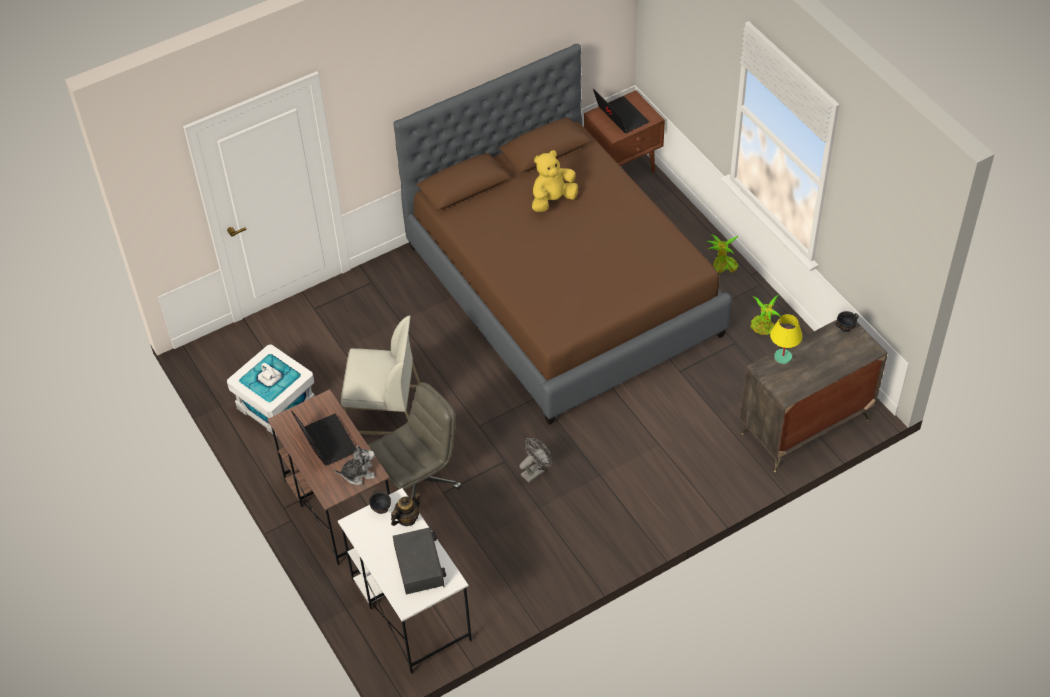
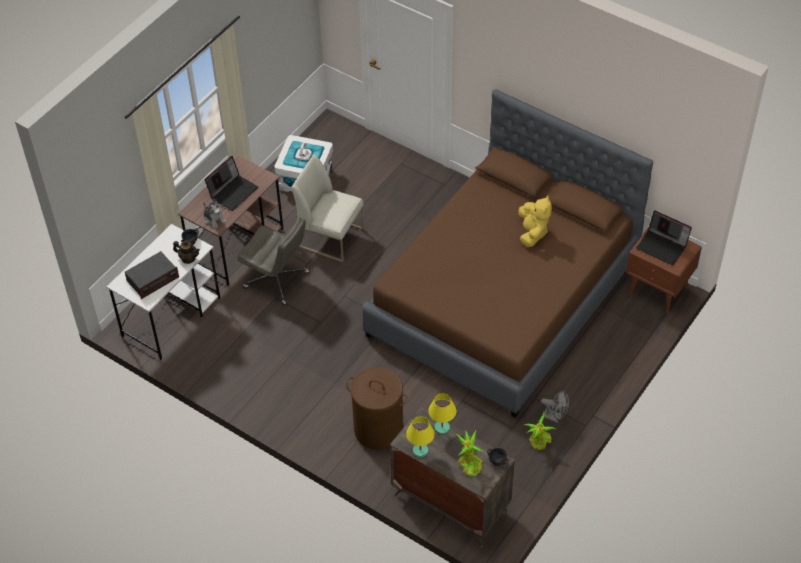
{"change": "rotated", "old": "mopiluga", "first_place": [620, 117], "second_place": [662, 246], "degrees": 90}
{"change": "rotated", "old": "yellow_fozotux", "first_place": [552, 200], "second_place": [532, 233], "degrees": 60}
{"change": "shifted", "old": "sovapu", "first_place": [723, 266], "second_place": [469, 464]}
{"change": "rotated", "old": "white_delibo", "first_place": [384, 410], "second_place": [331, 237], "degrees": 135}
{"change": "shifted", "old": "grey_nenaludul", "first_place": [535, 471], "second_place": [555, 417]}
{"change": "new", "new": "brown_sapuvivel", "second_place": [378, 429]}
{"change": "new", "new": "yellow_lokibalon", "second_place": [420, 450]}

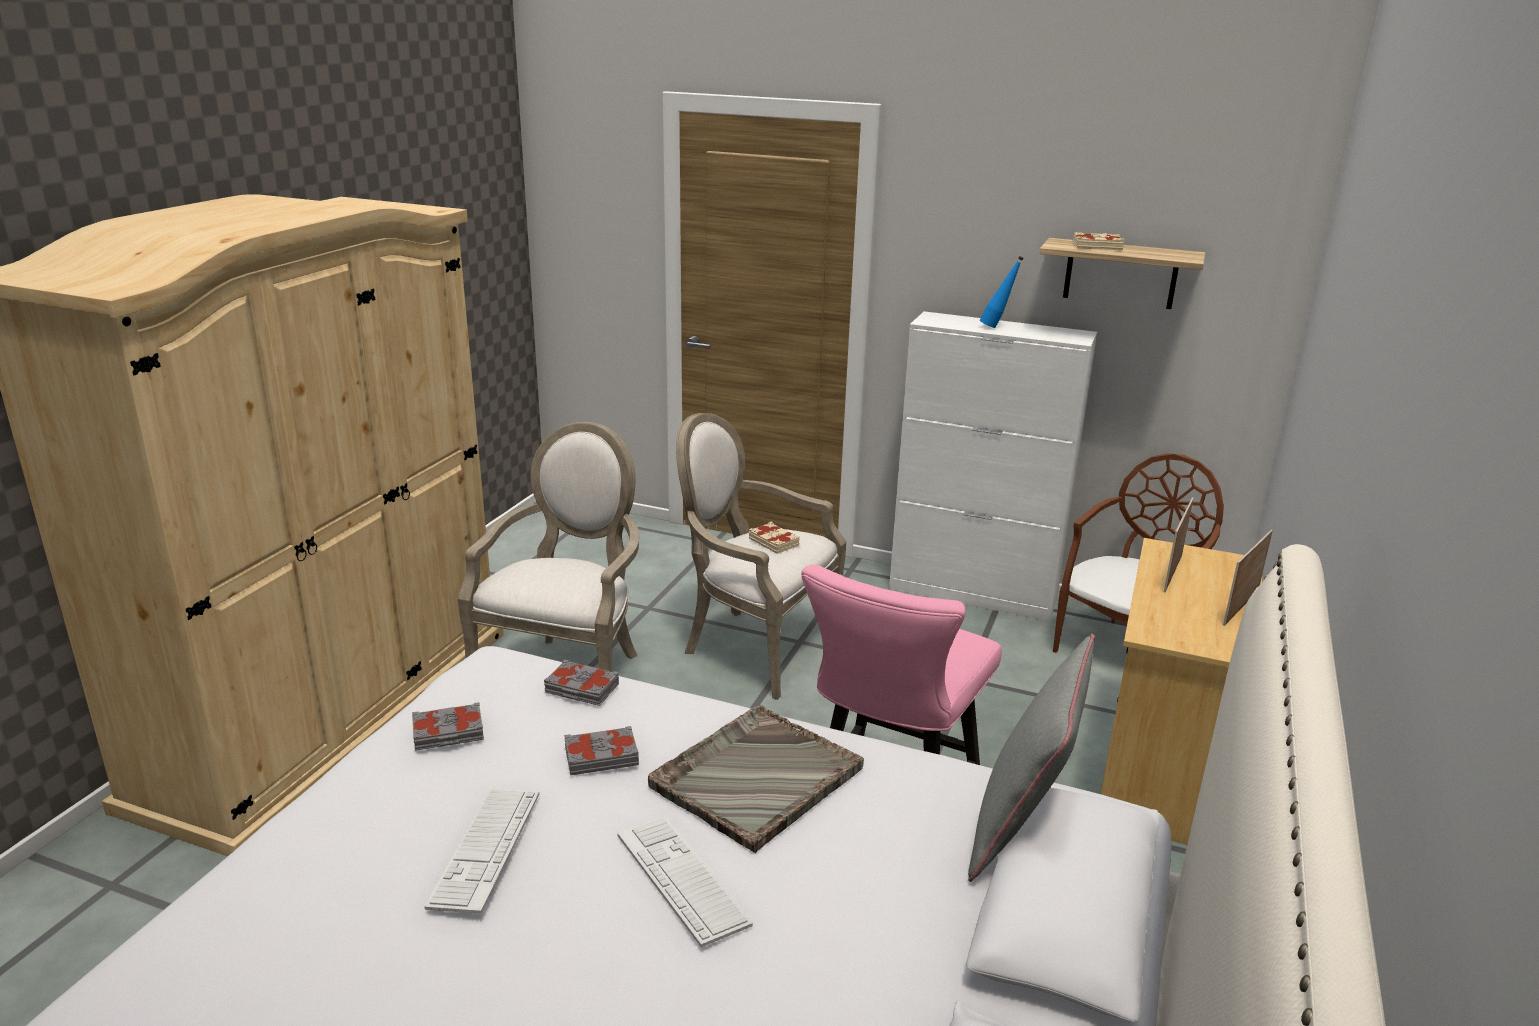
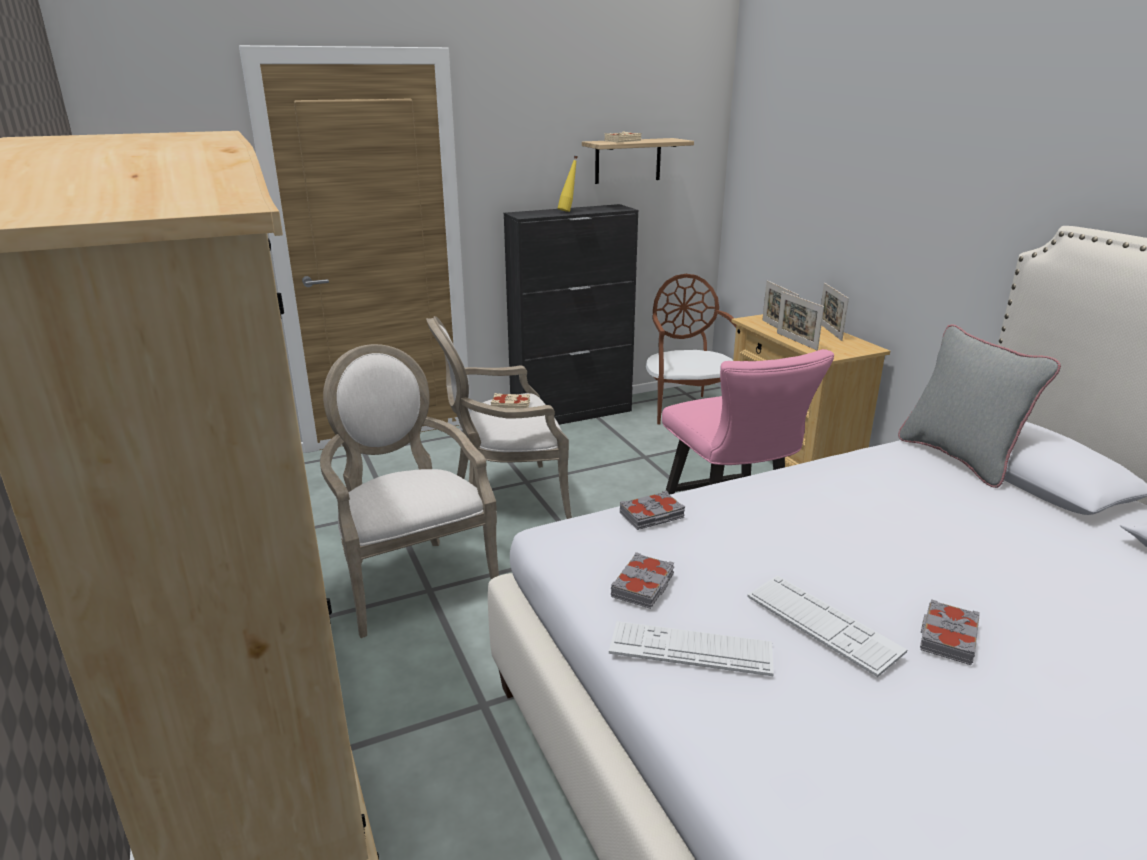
{"change": "repainted", "old": "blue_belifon", "new": "yellow_belifon", "first_place": [997, 327], "second_place": [568, 211]}
{"change": "repainted", "old": "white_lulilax", "new": "black_lulilax", "first_place": [973, 594], "second_place": [572, 414]}
{"change": "gone", "old": "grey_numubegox", "first_place": [755, 778]}
{"change": "shifted", "old": "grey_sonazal", "first_place": [601, 756], "second_place": [947, 637]}
{"change": "shifted", "old": "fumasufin", "first_place": [681, 880], "second_place": [691, 649]}
{"change": "new", "new": "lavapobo", "second_place": [796, 341]}

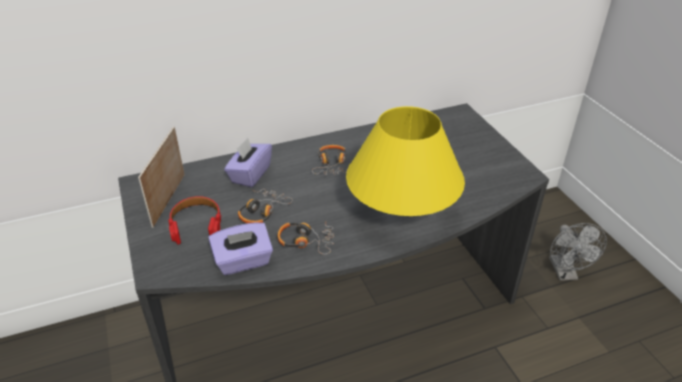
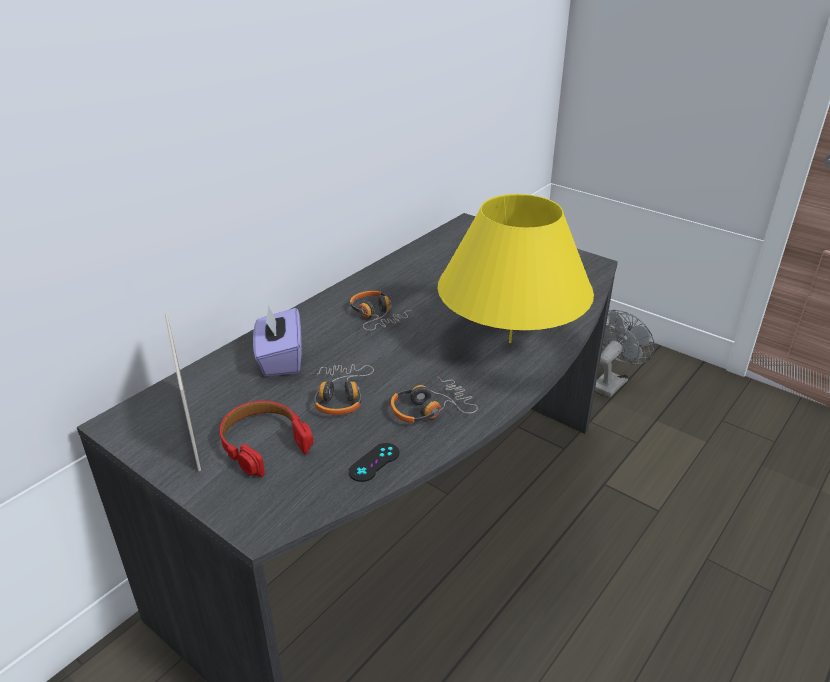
{"change": "swapped", "old": "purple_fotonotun", "new": "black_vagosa", "first_place": [243, 261], "second_place": [374, 462]}
{"change": "rotated", "old": "grey_nenaludul", "first_place": [565, 273], "second_place": [611, 382], "degrees": -105}

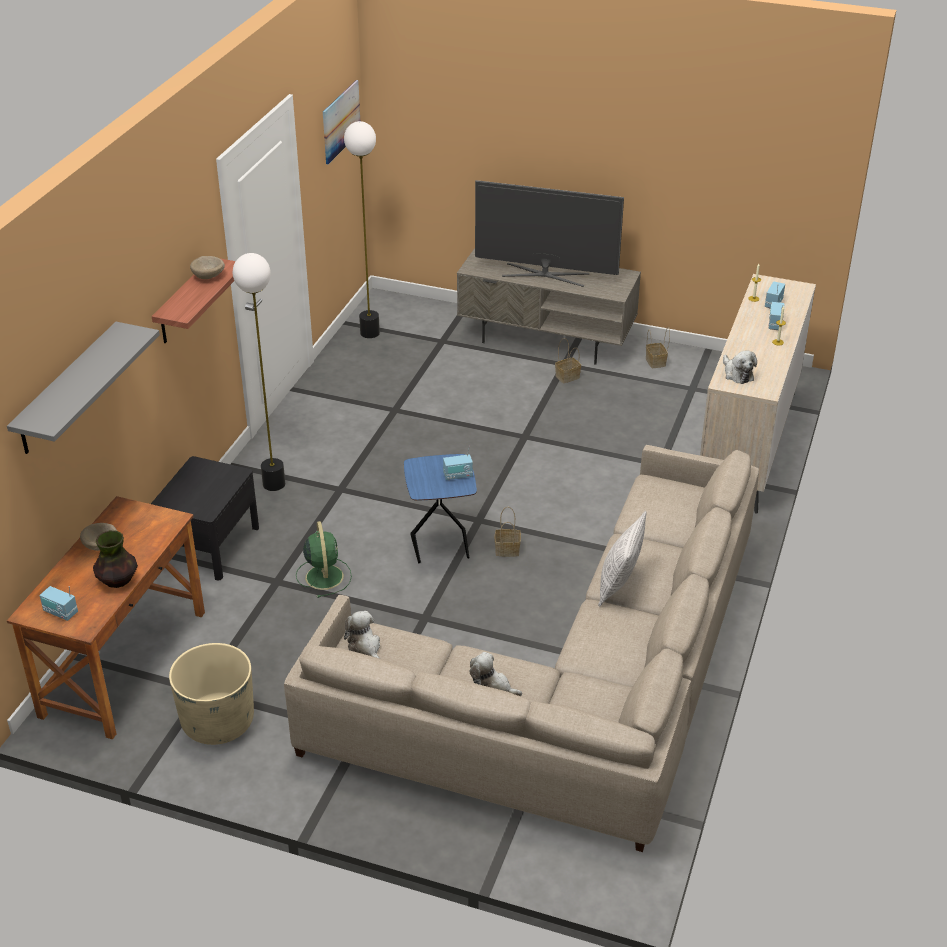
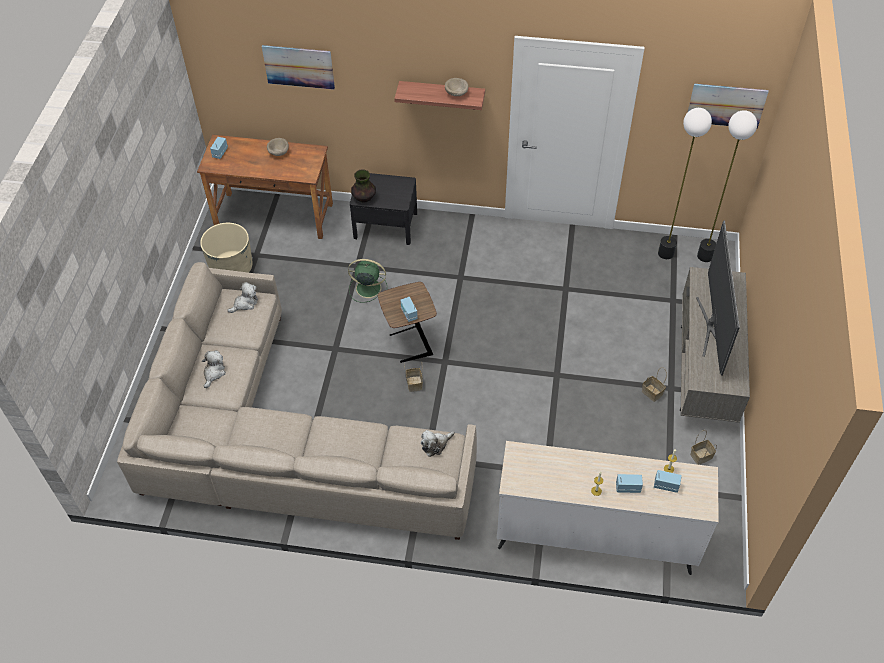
{"change": "shifted", "old": "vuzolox", "first_place": [274, 483], "second_place": [705, 256]}
{"change": "swapped", "old": "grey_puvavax", "new": "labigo", "first_place": [67, 389], "second_place": [298, 67]}
{"change": "shifted", "old": "fozotux", "first_place": [737, 374], "second_place": [436, 445]}
{"change": "repainted", "old": "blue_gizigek", "new": "brown_gizigek", "first_place": [441, 547], "second_place": [409, 345]}
{"change": "gone", "old": "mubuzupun", "first_place": [619, 585]}
{"change": "rotated", "old": "green_nenaludul", "first_place": [324, 576], "second_place": [367, 288], "degrees": -150}
{"change": "shifted", "old": "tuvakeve", "first_place": [118, 581], "second_place": [364, 198]}

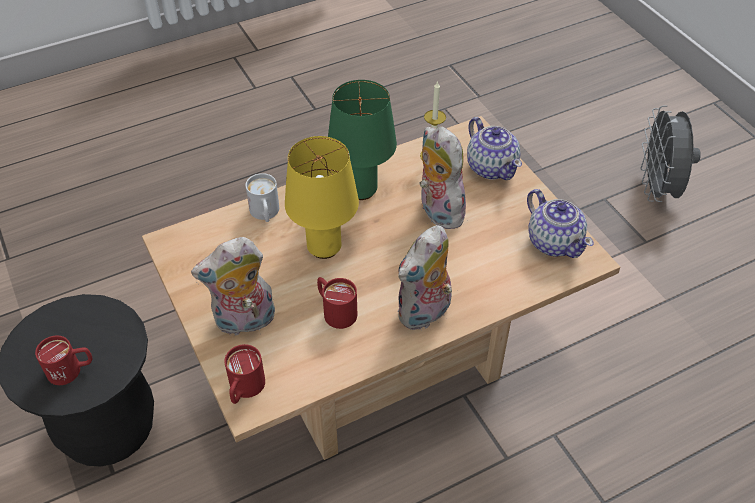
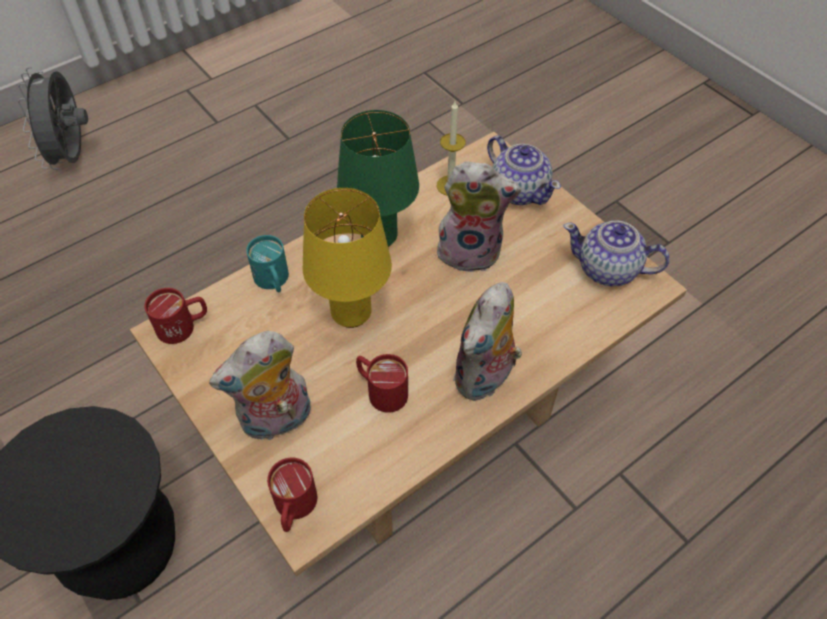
{"change": "shifted", "old": "grey_nenaludul", "first_place": [658, 190], "second_place": [73, 156]}
{"change": "rotated", "old": "fozotux", "first_place": [437, 211], "second_place": [471, 251], "degrees": 135}
{"change": "repainted", "old": "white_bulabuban", "new": "turquoise_bulabuban", "first_place": [265, 214], "second_place": [273, 281]}
{"change": "rotated", "old": "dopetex", "first_place": [554, 242], "second_place": [608, 270], "degrees": 150}
{"change": "shifted", "old": "red_bulabuban", "first_place": [71, 370], "second_place": [184, 326]}

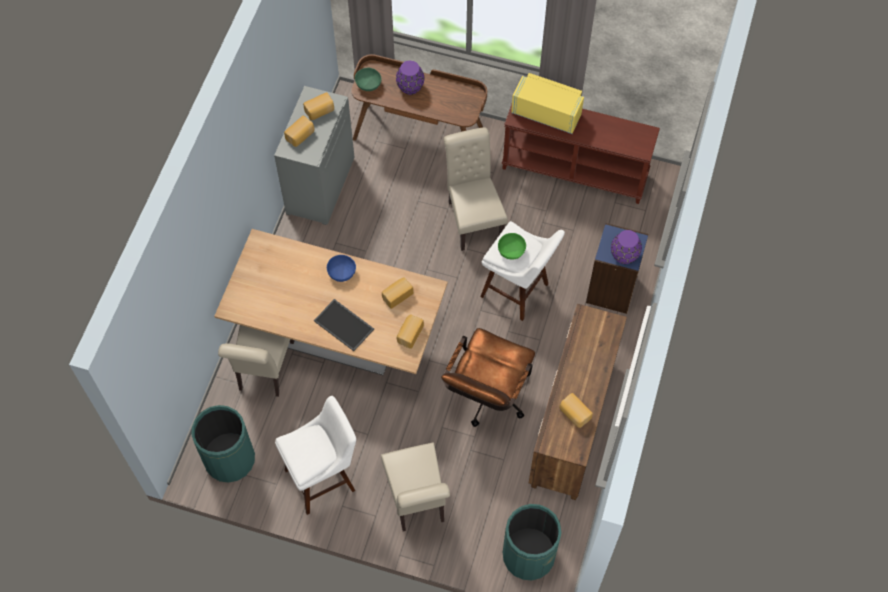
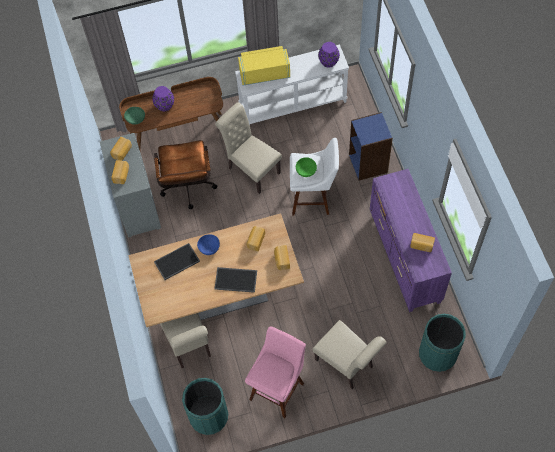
{"change": "repainted", "old": "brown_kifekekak", "new": "white_kifekekak", "first_place": [575, 170], "second_place": [293, 103]}
{"change": "shifted", "old": "purple_tuvakeve", "first_place": [624, 255], "second_place": [328, 62]}
{"change": "repainted", "old": "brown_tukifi", "new": "purple_tukifi", "first_place": [571, 424], "second_place": [404, 258]}
{"change": "shifted", "old": "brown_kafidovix", "first_place": [487, 398], "second_place": [188, 189]}
{"change": "repainted", "old": "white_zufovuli", "new": "pink_zufovuli", "first_place": [324, 478], "second_place": [278, 388]}
{"change": "new", "new": "numubegox", "second_place": [177, 262]}

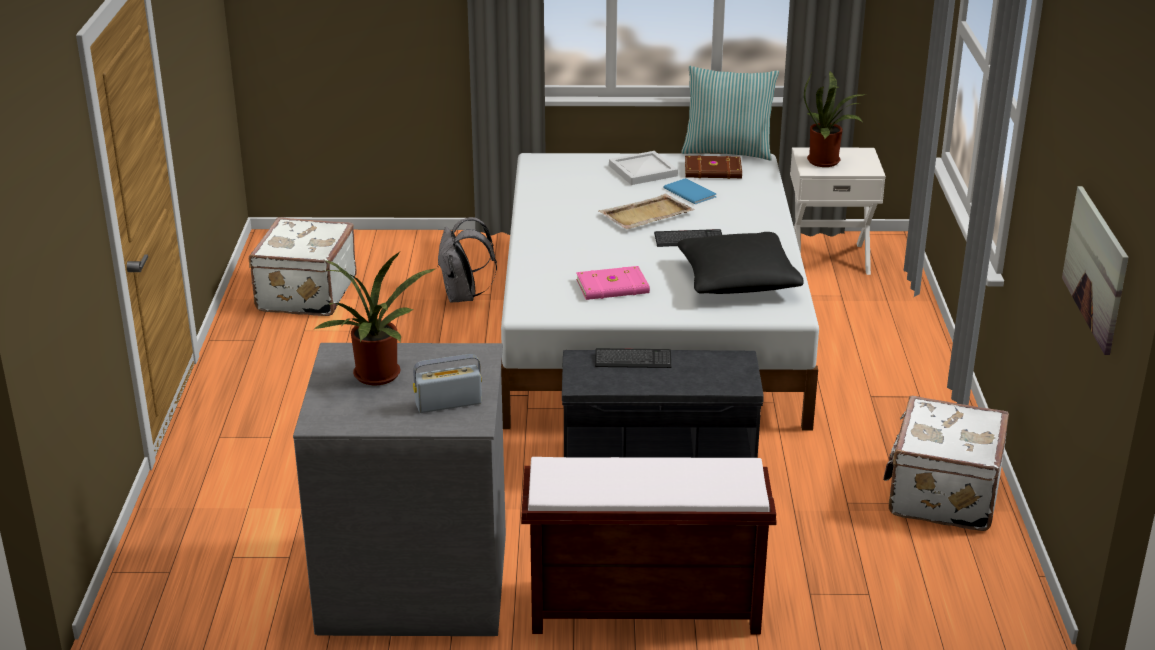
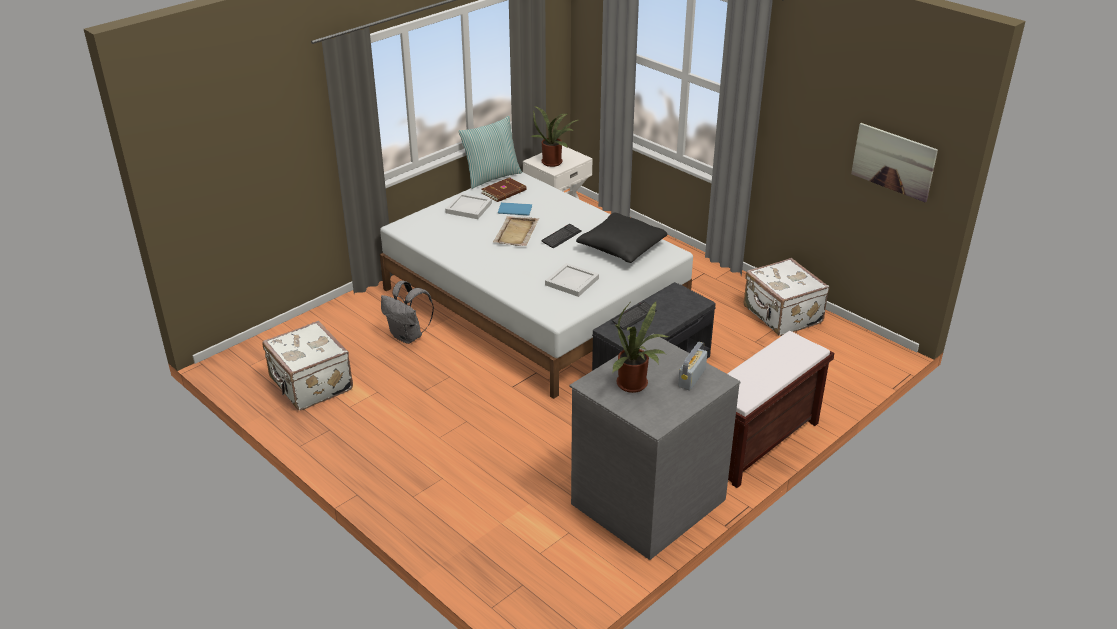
{"change": "swapped", "old": "pink_sonazal", "new": "white_numubegox", "first_place": [613, 287], "second_place": [573, 281]}

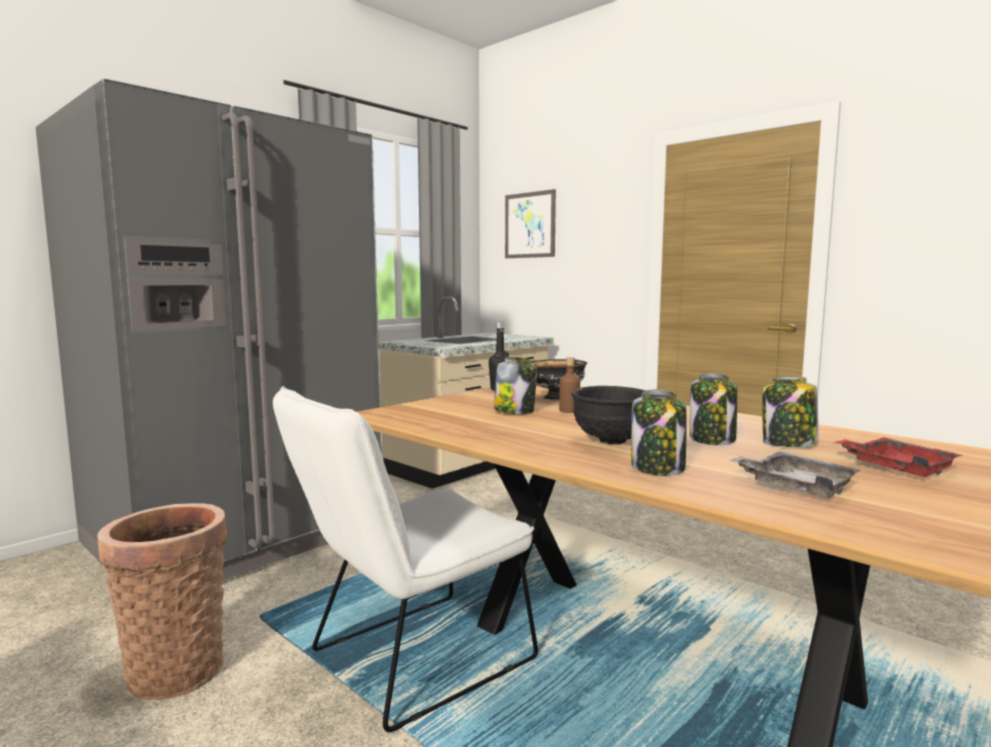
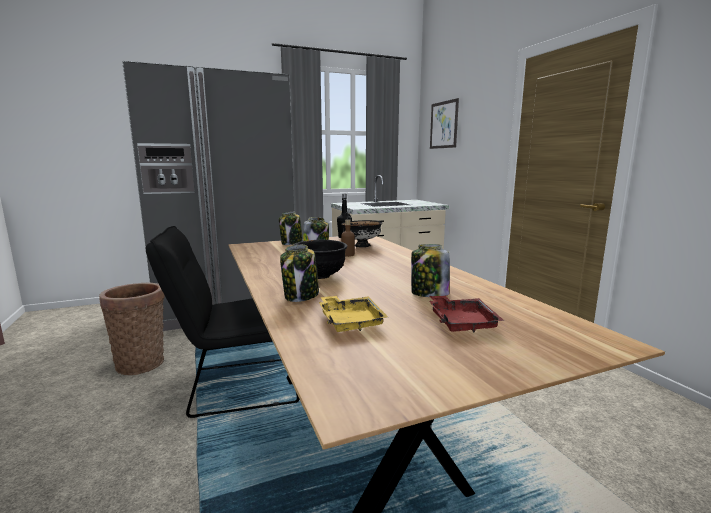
{"change": "shifted", "old": "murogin", "first_place": [712, 439], "second_place": [291, 243]}
{"change": "repainted", "old": "white_delibo", "new": "black_delibo", "first_place": [409, 661], "second_place": [235, 386]}
{"change": "repainted", "old": "grey_numubegox", "new": "yellow_numubegox", "first_place": [795, 486], "second_place": [350, 321]}

